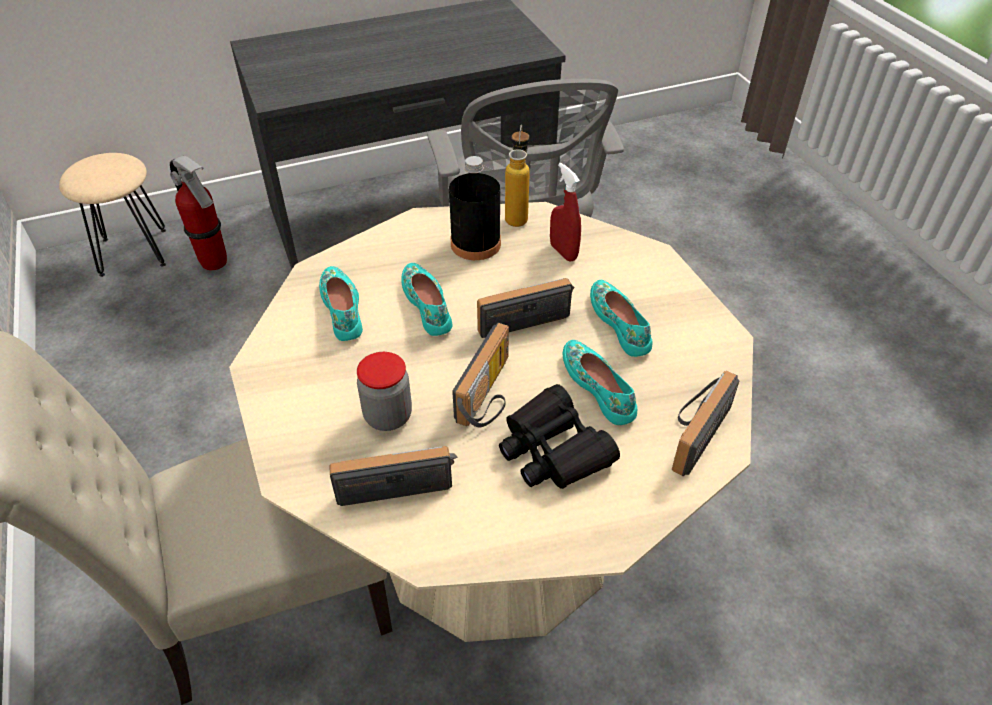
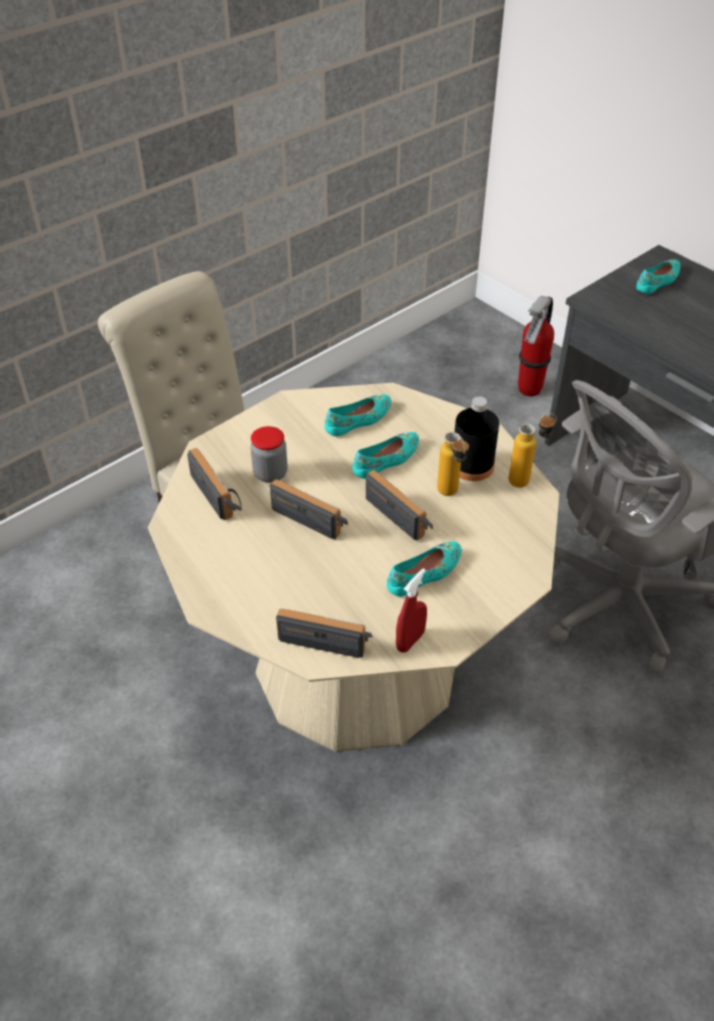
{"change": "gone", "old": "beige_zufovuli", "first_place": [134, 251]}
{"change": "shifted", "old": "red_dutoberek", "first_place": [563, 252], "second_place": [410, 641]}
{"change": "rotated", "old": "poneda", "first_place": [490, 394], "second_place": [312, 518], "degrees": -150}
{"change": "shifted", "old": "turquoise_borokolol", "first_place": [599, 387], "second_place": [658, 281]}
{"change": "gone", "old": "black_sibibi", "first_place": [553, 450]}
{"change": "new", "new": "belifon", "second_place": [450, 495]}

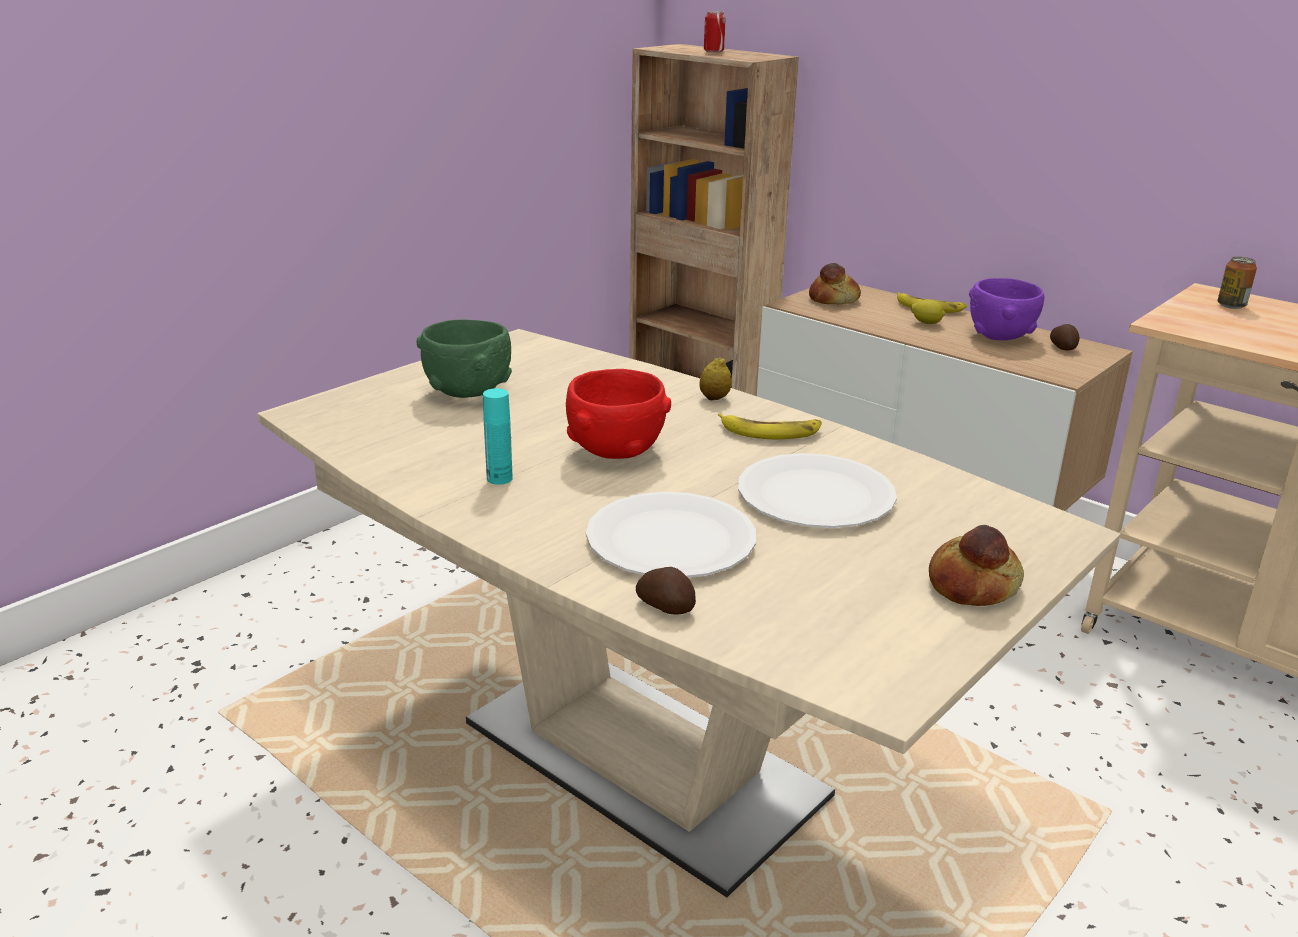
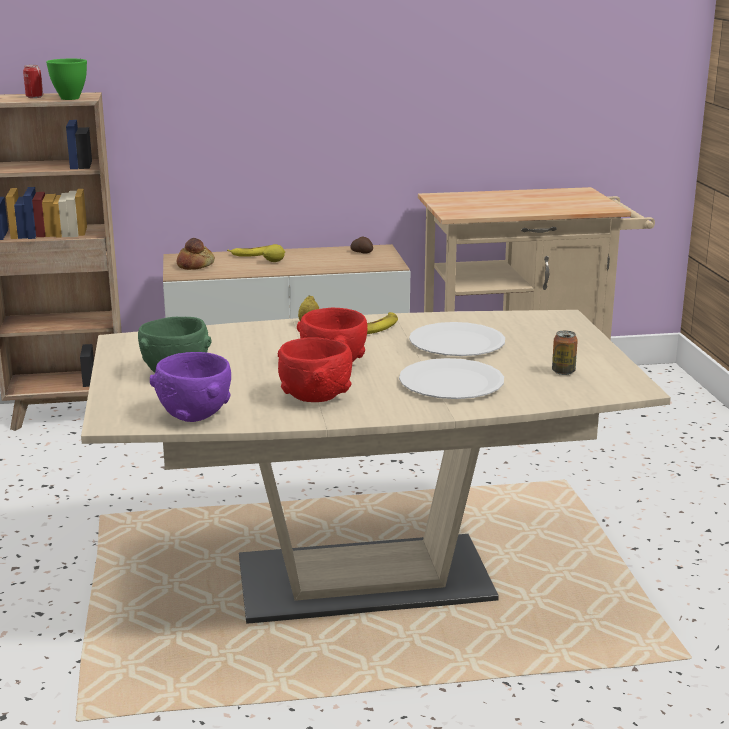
{"change": "shifted", "old": "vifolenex", "first_place": [1231, 305], "second_place": [563, 371]}
{"change": "shifted", "old": "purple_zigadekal", "first_place": [999, 336], "second_place": [194, 415]}
{"change": "swapped", "old": "turquoise_belifon", "new": "red_zigadekal", "first_place": [499, 478], "second_place": [315, 397]}
{"change": "gone", "old": "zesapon", "first_place": [974, 586]}
{"change": "gone", "old": "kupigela", "first_place": [666, 606]}
{"change": "new", "new": "green_zigadekal", "second_place": [69, 98]}

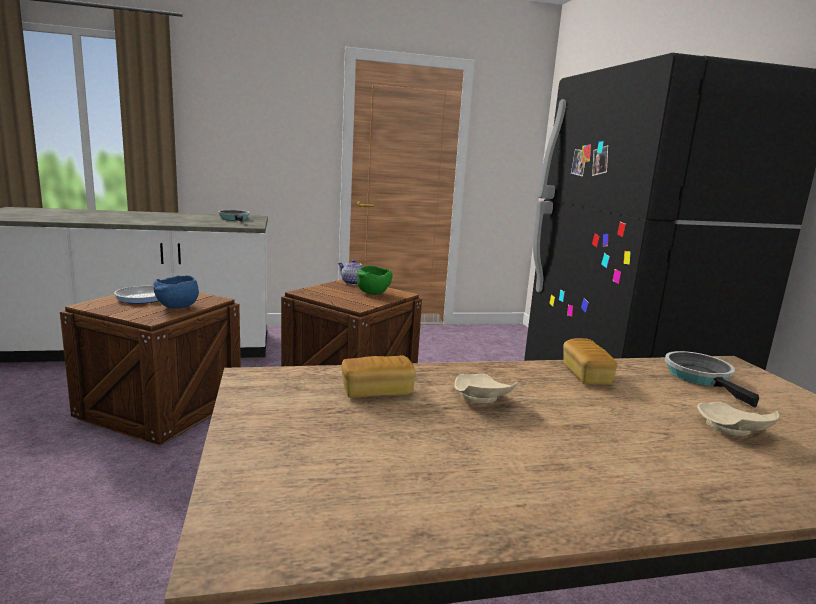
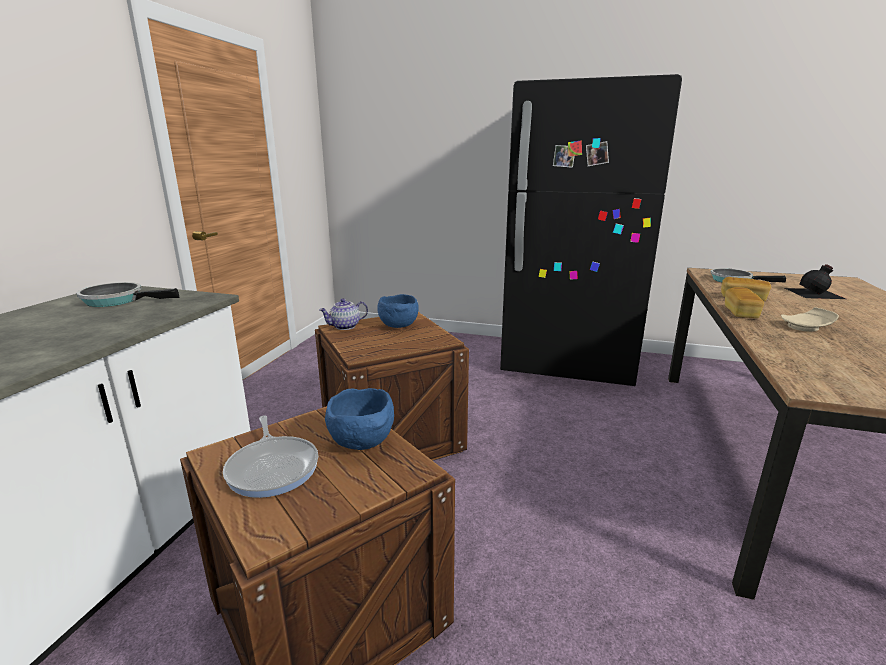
{"change": "repainted", "old": "green_zigadekal", "new": "blue_zigadekal", "first_place": [373, 293], "second_place": [398, 325]}
{"change": "shifted", "old": "zesapon", "first_place": [377, 392], "second_place": [740, 313]}
{"change": "swapped", "old": "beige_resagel", "new": "black_belifon", "first_place": [732, 430], "second_place": [815, 293]}

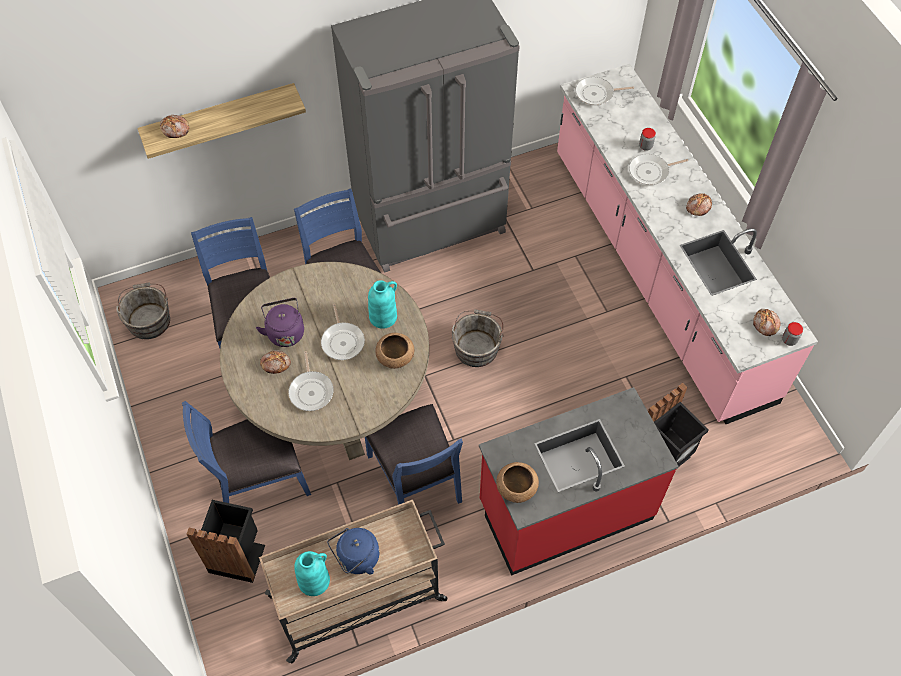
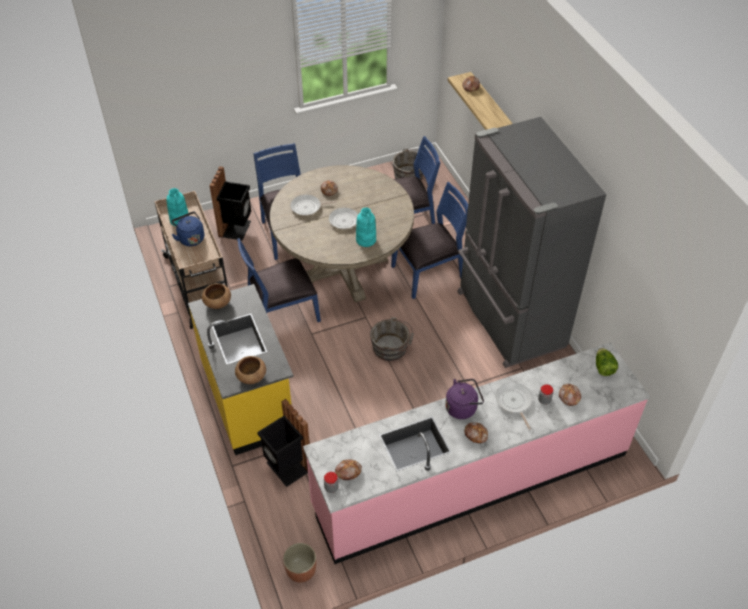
{"change": "swapped", "old": "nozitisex", "new": "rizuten", "first_place": [596, 94], "second_place": [603, 368]}
{"change": "shifted", "old": "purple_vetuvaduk", "first_place": [285, 331], "second_place": [462, 407]}
{"change": "shifted", "old": "brown_zigadekal", "first_place": [395, 357], "second_place": [251, 377]}
{"change": "repainted", "old": "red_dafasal", "new": "yellow_dafasal", "first_place": [565, 509], "second_place": [249, 398]}
{"change": "new", "new": "zesapon", "second_place": [568, 397]}
{"change": "new", "new": "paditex", "second_place": [301, 570]}

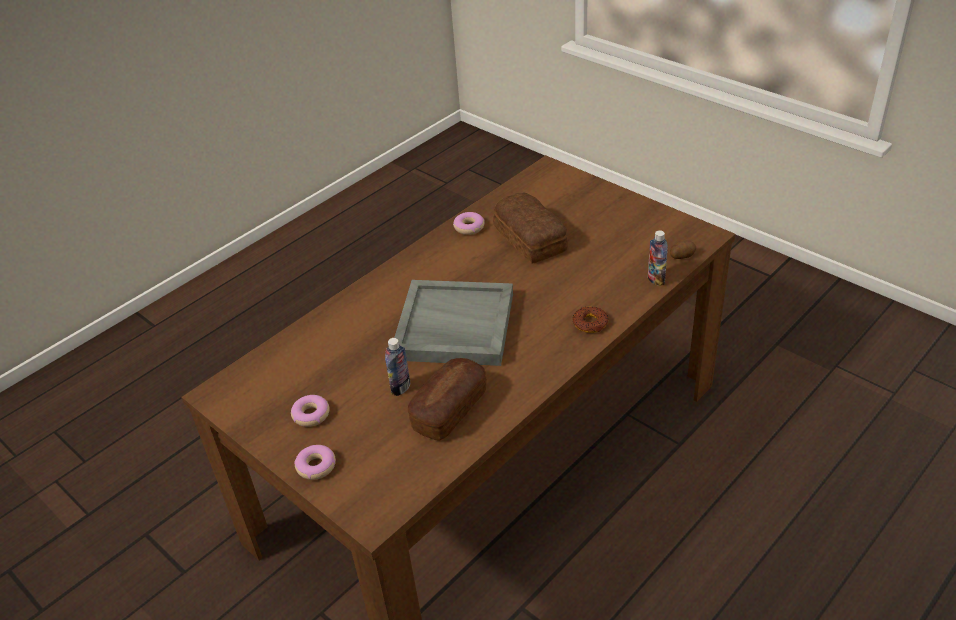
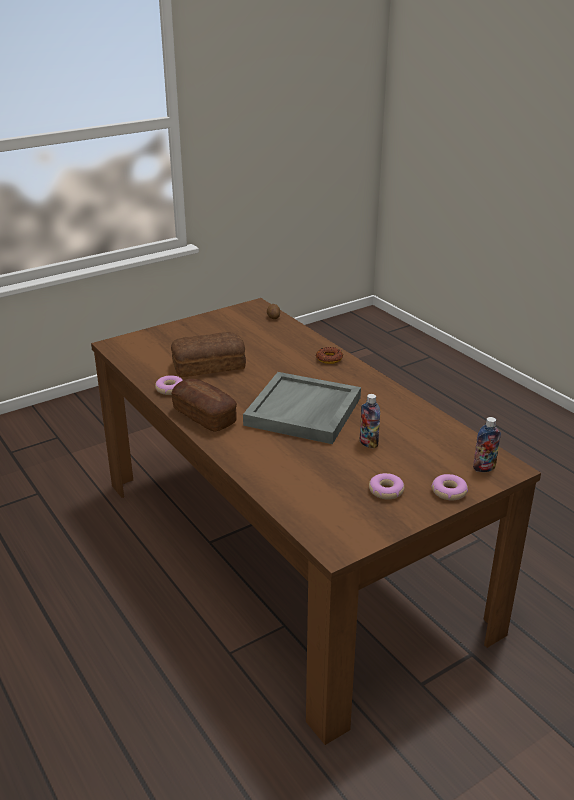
{"change": "shifted", "old": "belifon", "first_place": [656, 279], "second_place": [484, 468]}
{"change": "shifted", "old": "zesapon", "first_place": [449, 410], "second_place": [204, 416]}

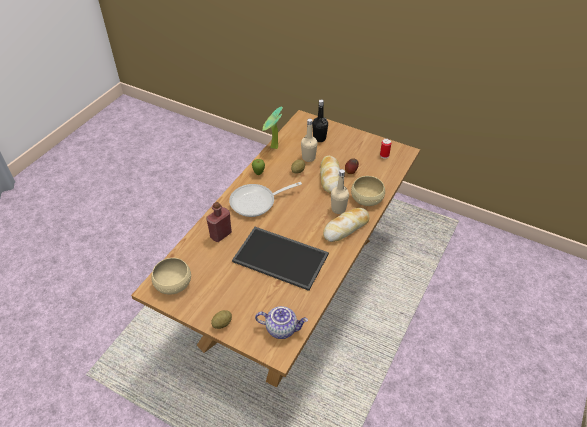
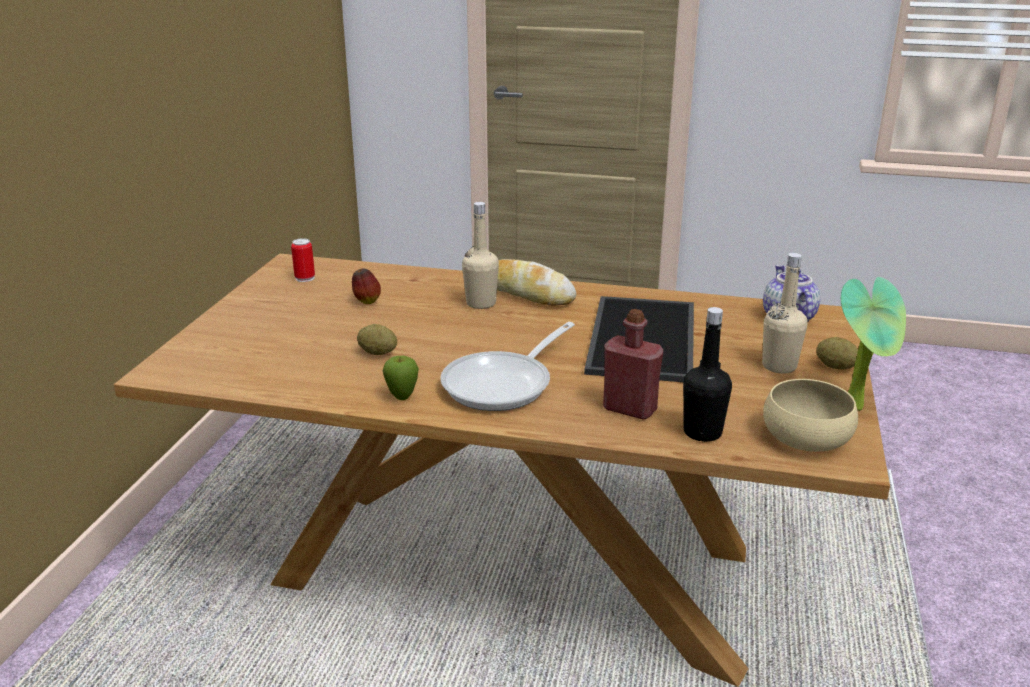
{"change": "shifted", "old": "black_belifon", "first_place": [319, 138], "second_place": [702, 432]}
{"change": "shifted", "old": "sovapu", "first_place": [273, 148], "second_place": [858, 406]}
{"change": "shifted", "old": "beige_belifon", "first_place": [308, 158], "second_place": [779, 366]}
{"change": "gone", "old": "zesapon", "first_place": [330, 177]}
{"change": "gone", "old": "beige_zigadekal", "first_place": [367, 198]}
{"change": "rotated", "old": "nozitisex", "first_place": [257, 202], "second_place": [504, 384], "degrees": 75}

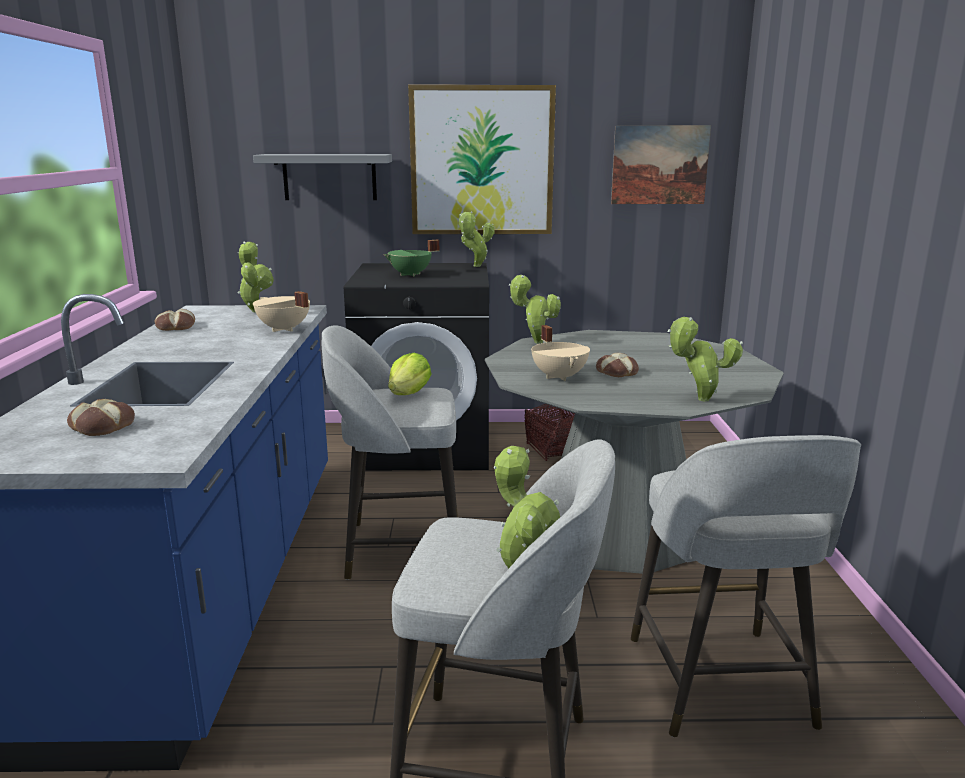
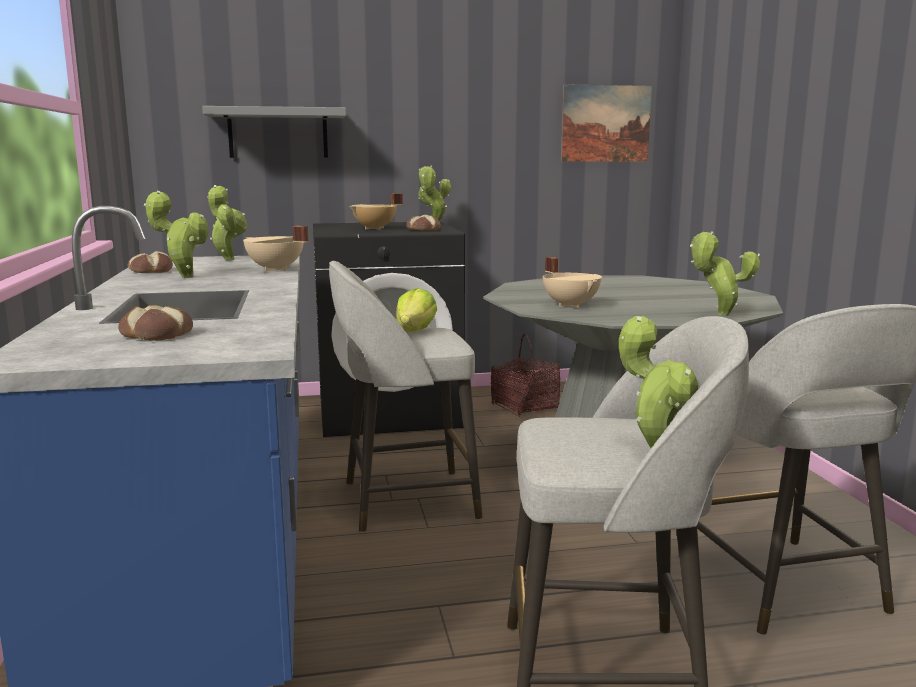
{"change": "gone", "old": "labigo", "first_place": [482, 161]}
{"change": "repainted", "old": "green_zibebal", "new": "beige_zibebal", "first_place": [411, 275], "second_place": [375, 228]}
{"change": "shifted", "old": "sovapu", "first_place": [535, 342], "second_place": [183, 277]}
{"change": "shifted", "old": "zesapon", "first_place": [616, 372], "second_place": [423, 229]}

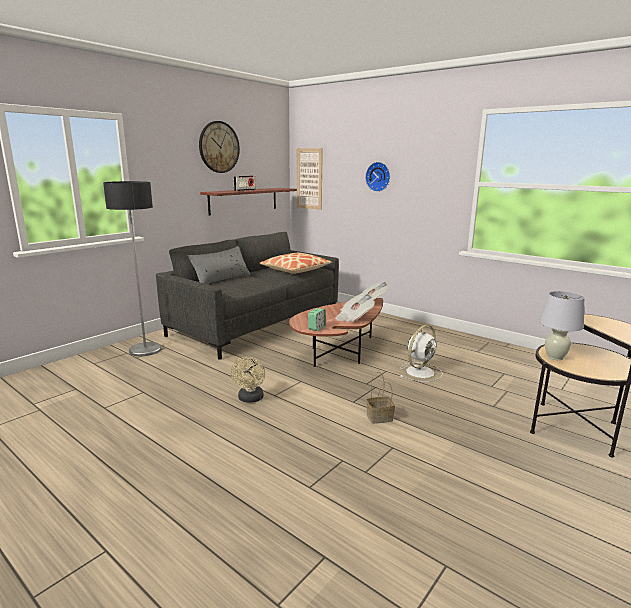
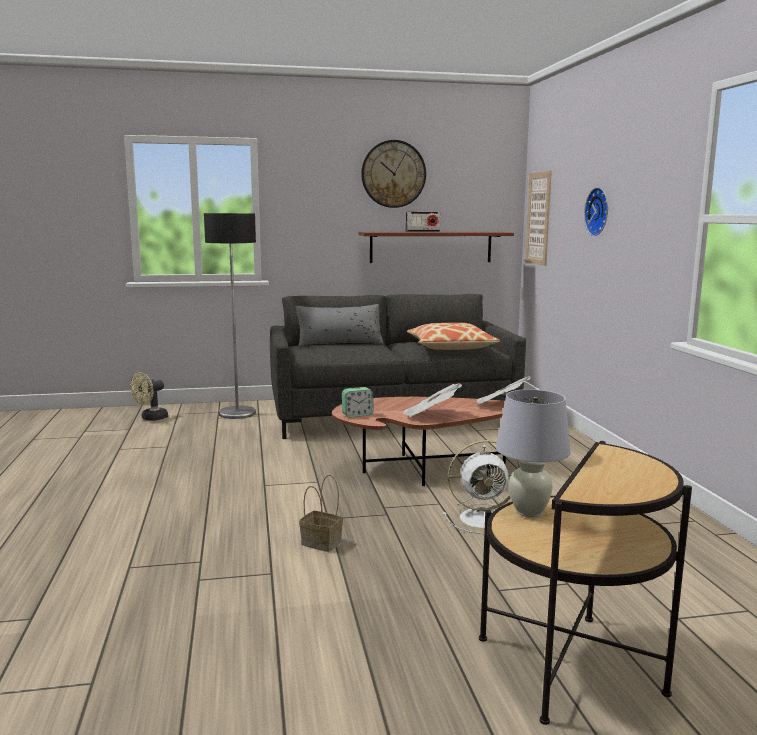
{"change": "shifted", "old": "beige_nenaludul", "first_place": [250, 399], "second_place": [150, 418]}

